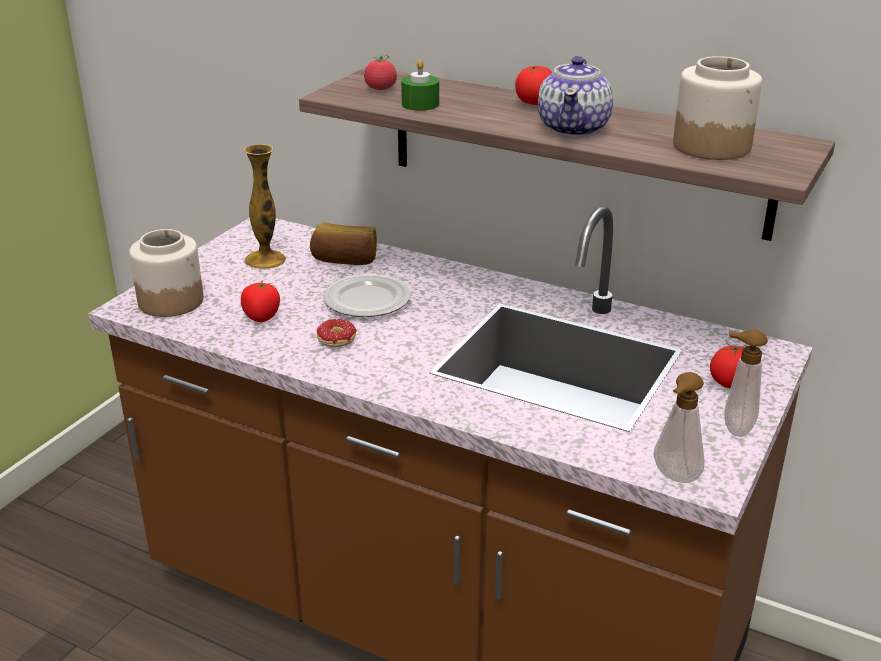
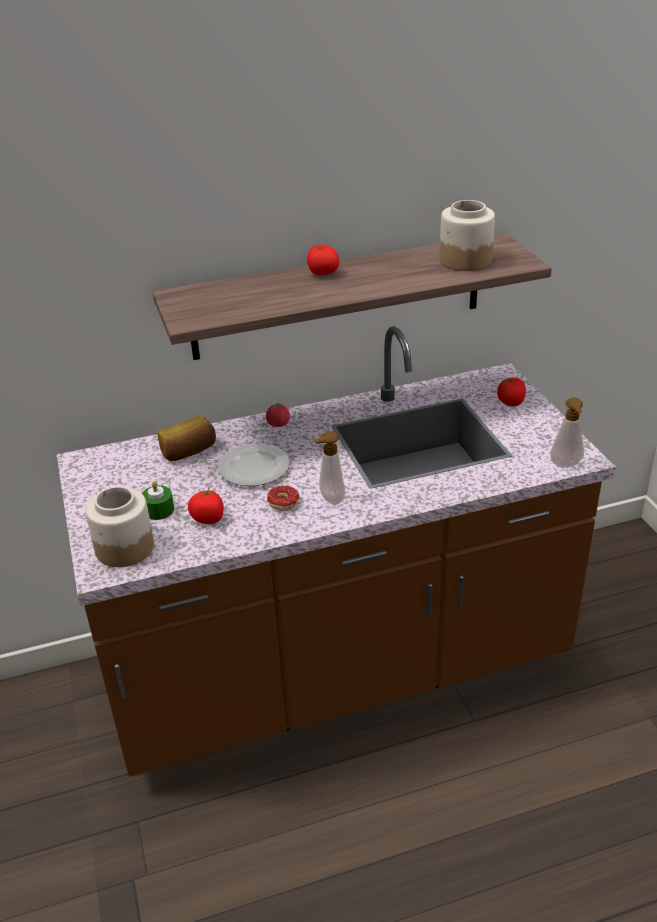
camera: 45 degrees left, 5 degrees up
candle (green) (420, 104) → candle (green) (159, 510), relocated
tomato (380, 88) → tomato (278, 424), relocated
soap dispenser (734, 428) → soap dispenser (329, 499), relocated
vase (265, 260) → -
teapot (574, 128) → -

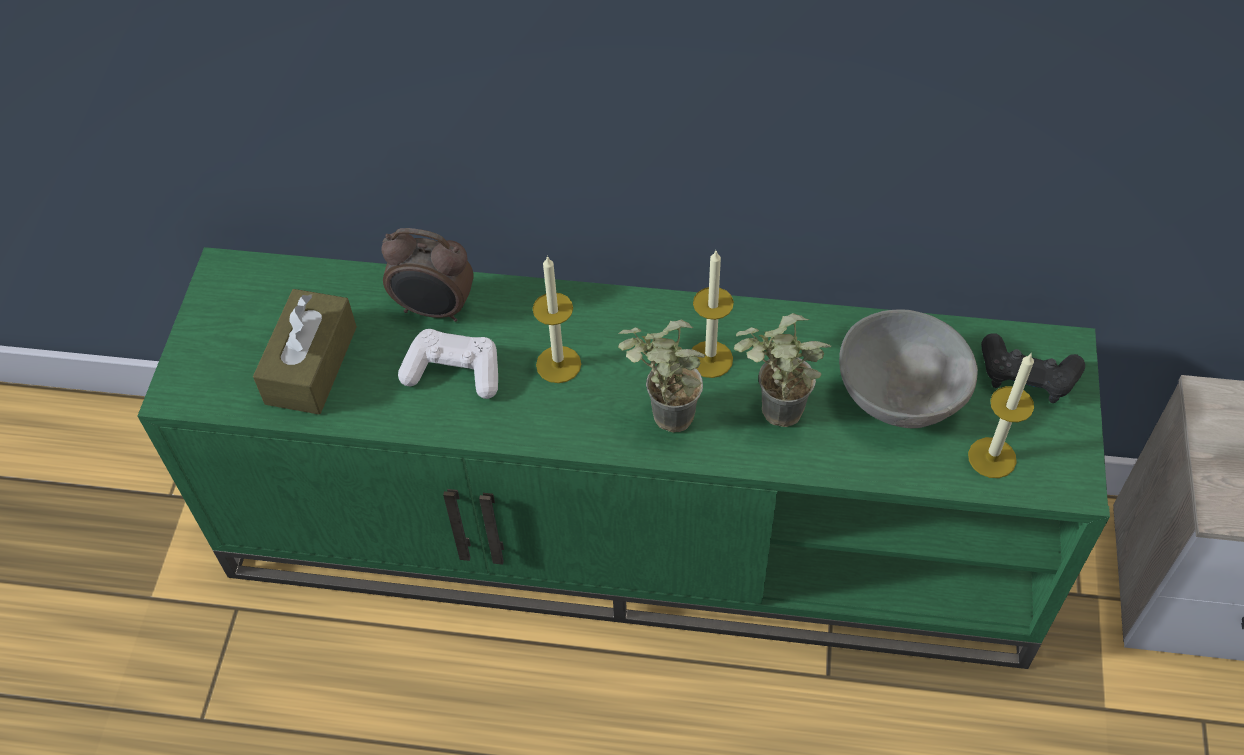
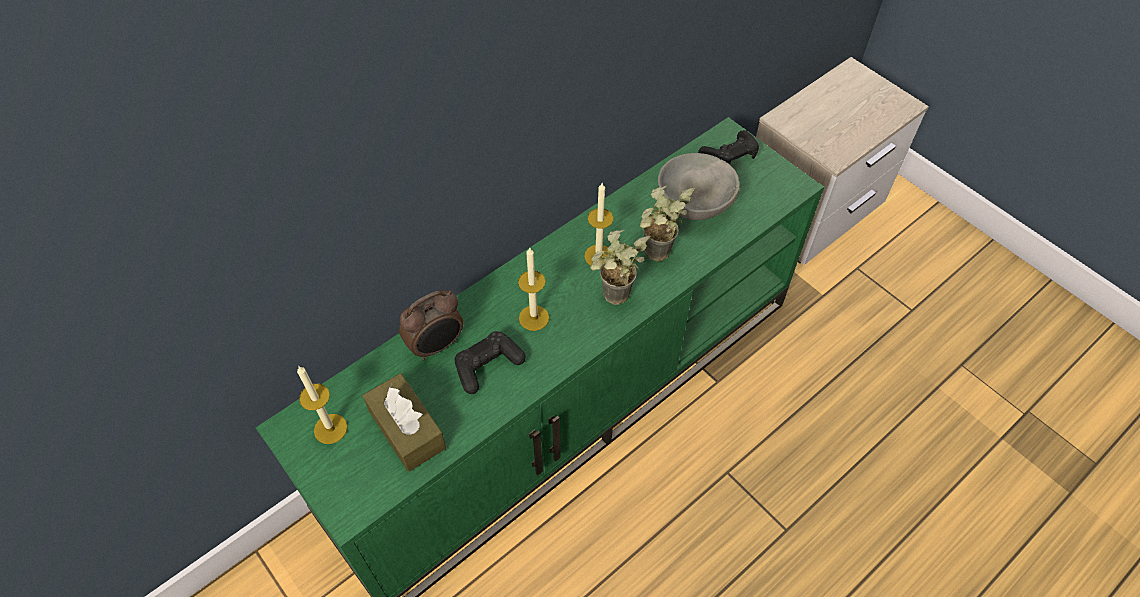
camera: 50 degrees left, 0 degrees up
candle (992, 457) → candle (330, 429), relocated
game controller (white) (454, 372) → game controller (black) (488, 366)

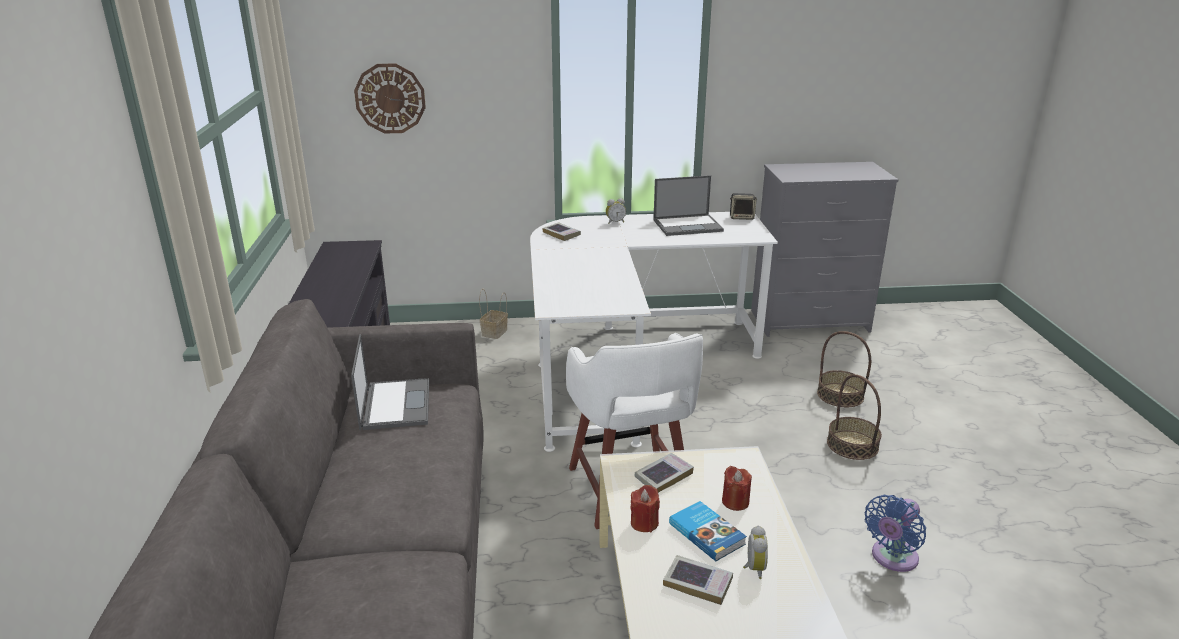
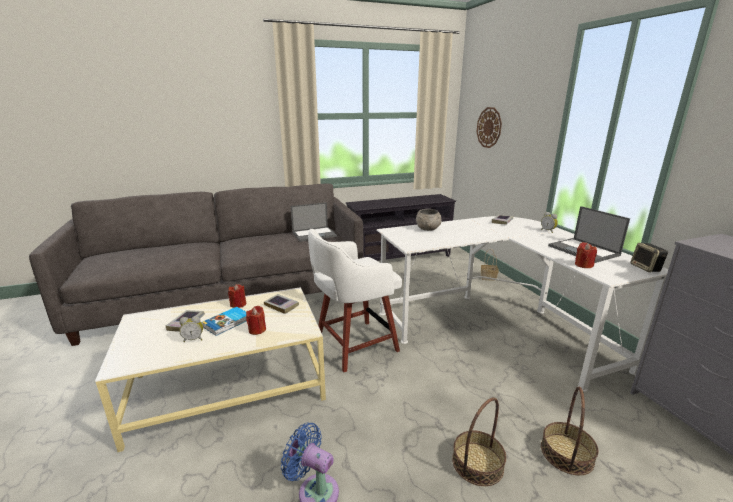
camera: 75 degrees right, 5 degrees down
- → bowl (grey) (428, 229)
- → candle (red) (583, 265)

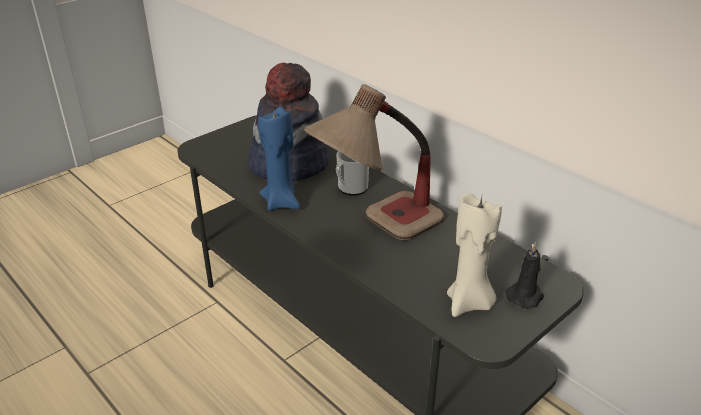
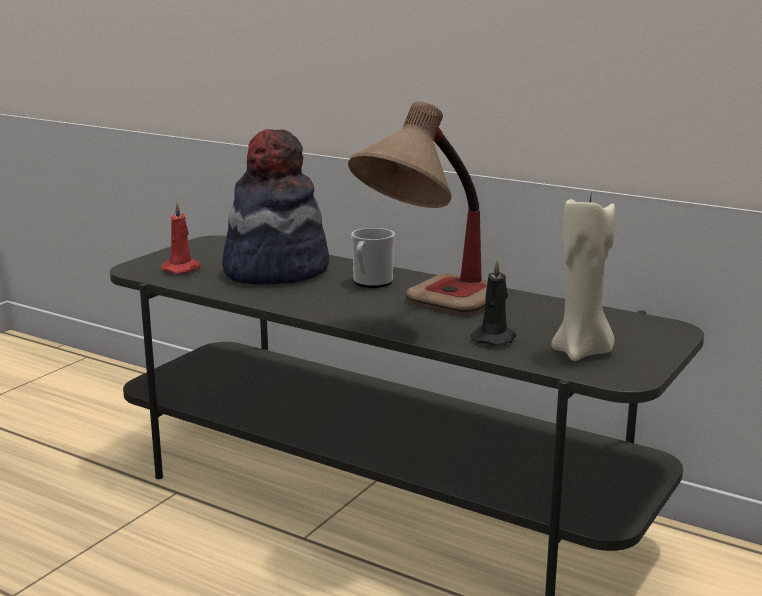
camera: 15 degrees left, 15 degrees down
- → candle (red) (183, 269)
candle (black) (525, 295) → candle (black) (494, 338), relocated
candle (blue) (281, 202) → -

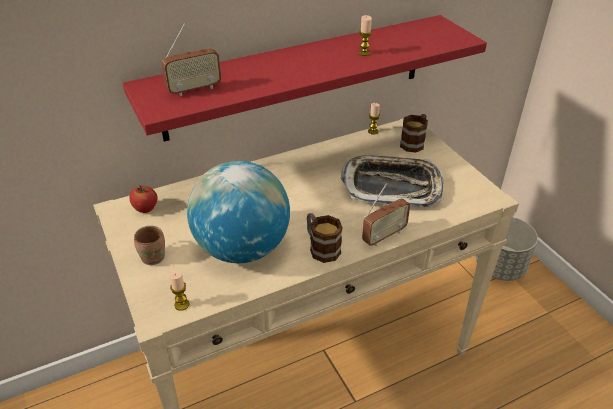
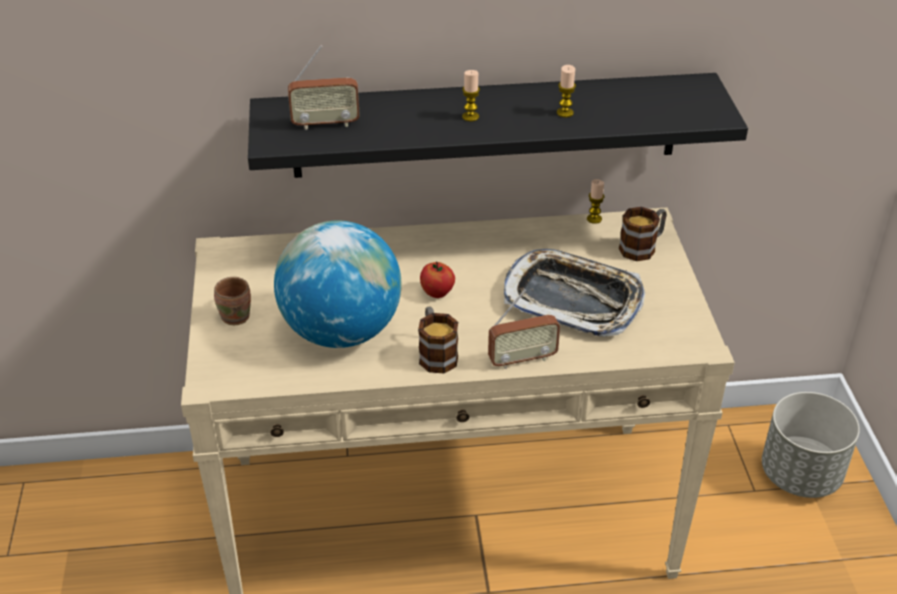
camera: 20 degrees right, 0 degrees up
shelf (red) (297, 76) → shelf (black) (486, 125)
apple (146, 209) → apple (437, 293), relocated
candle (182, 304) → candle (470, 117), relocated

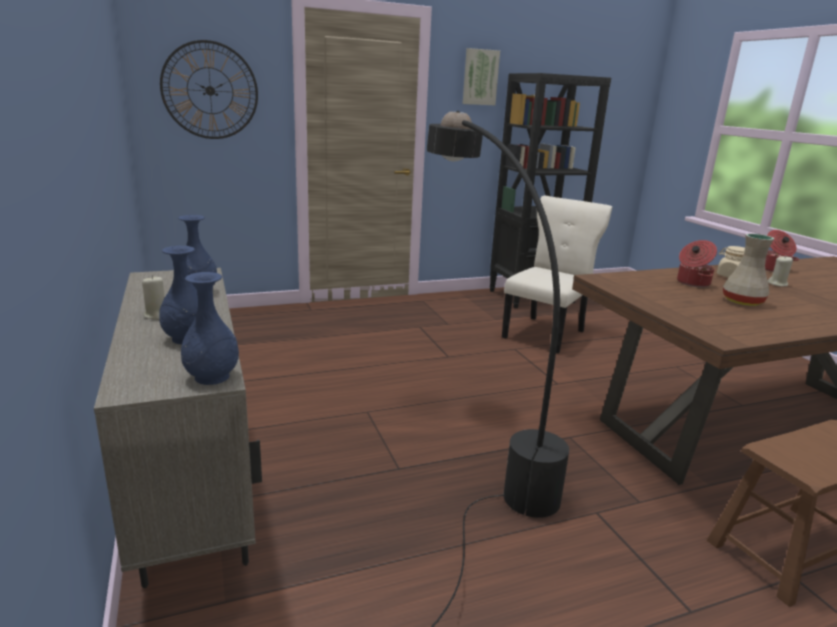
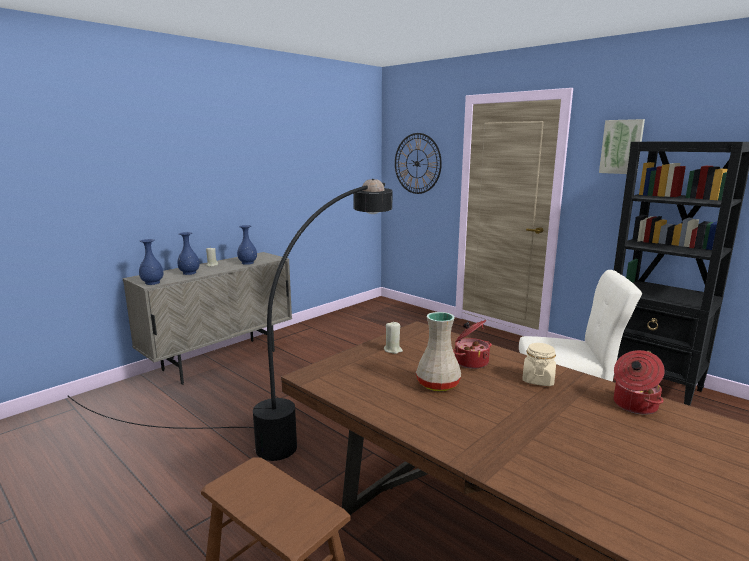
camera: 65 degrees right, 5 degrees down
candle (beige) (777, 284) → candle (beige) (393, 350), relocated

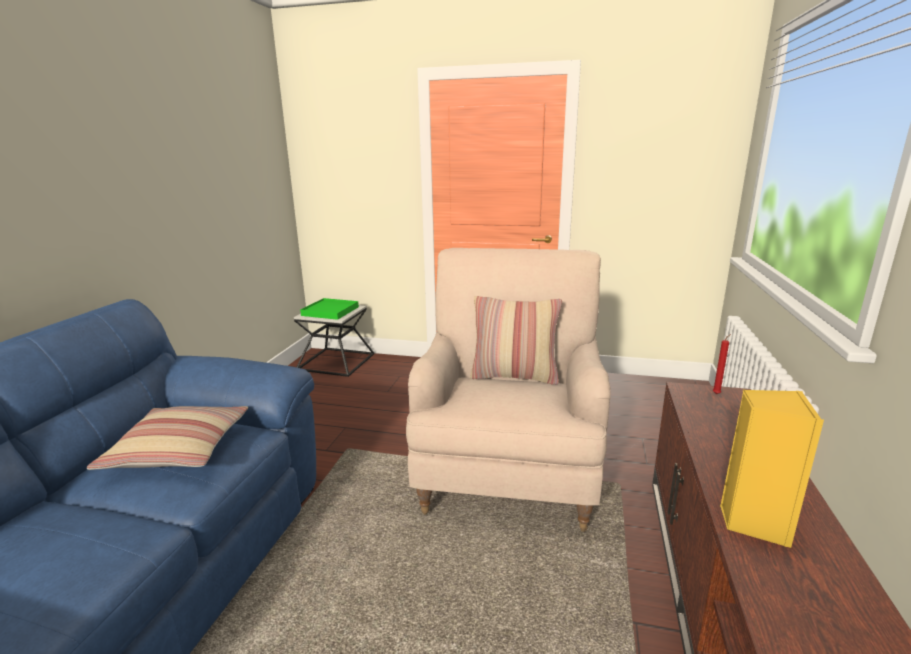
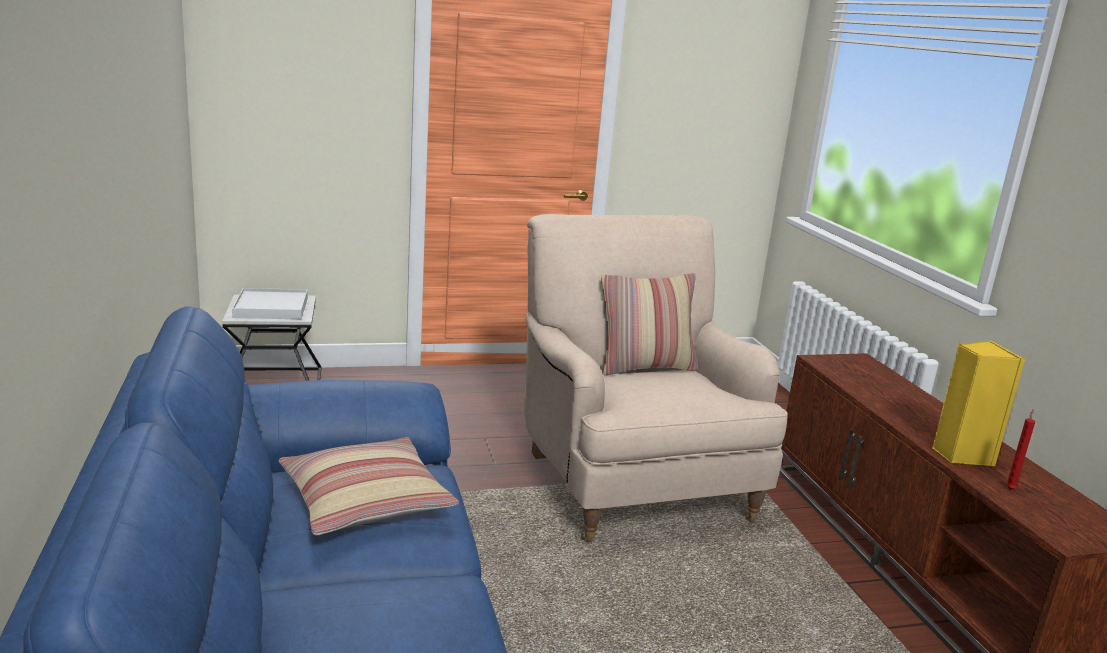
camera: 30 degrees left, 0 degrees up
tray (green) (330, 311) → tray (white) (271, 308)
candle (red) (717, 394) → candle (red) (1010, 489), relocated

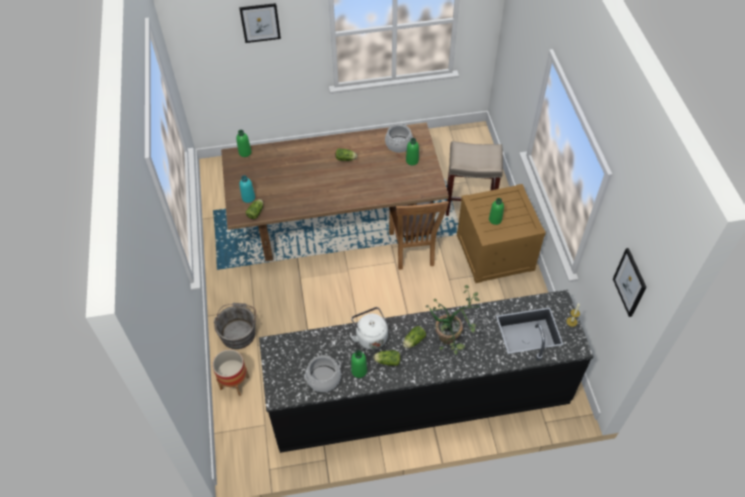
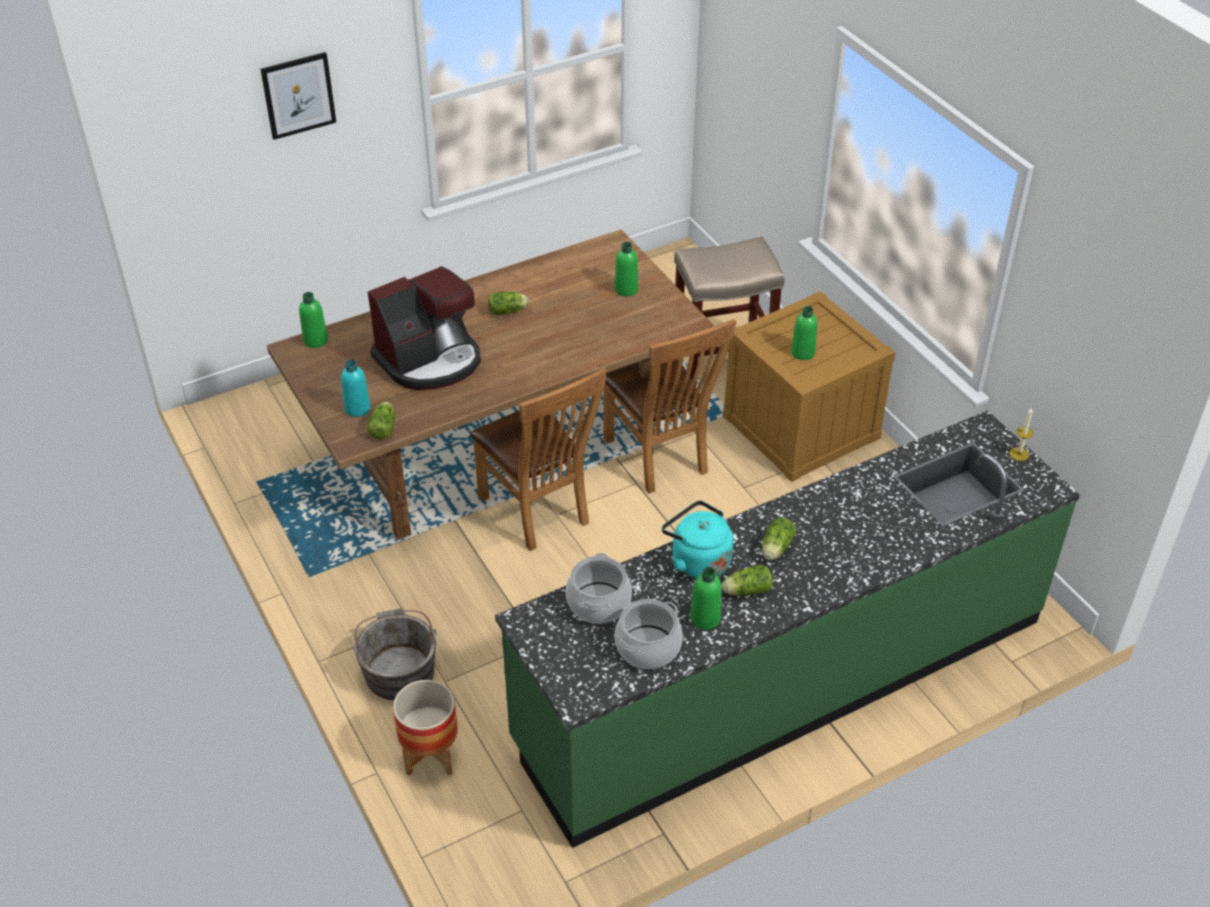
camera: 20 degrees left, 10 degrees down
- → coffee machine (430, 360)
- → chair (brown) (539, 513)
counter (black) (420, 395) → counter (green) (782, 680)
cooking pot (399, 144) → cooking pot (599, 603), relocated
kettle (white) (370, 336) → kettle (turquoise) (697, 561)
potted plant (452, 339) → -
picture (630, 282) → -

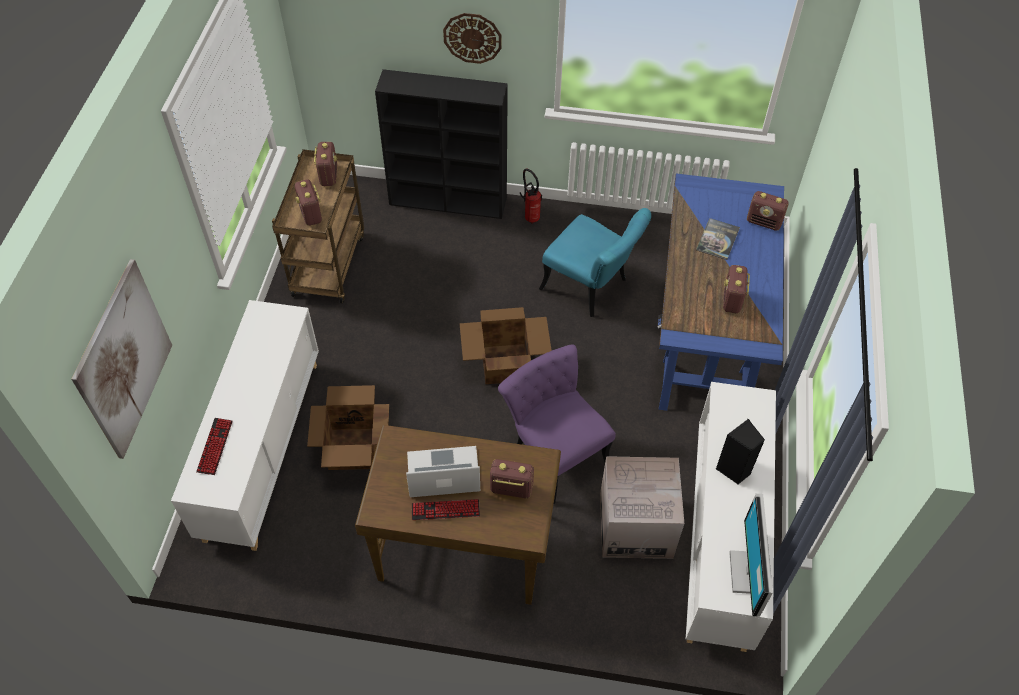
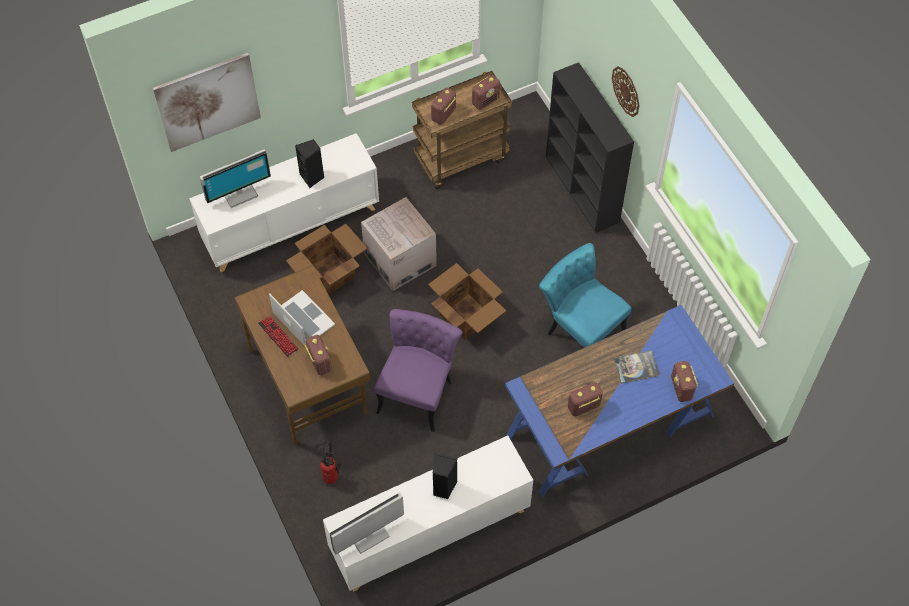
camera: 55 degrees right, 5 degrees up
keyboard (215, 446) → monitor (239, 193)
- → speaker (black) (312, 177)
fire extinguisher (531, 217) → fire extinguisher (332, 476), relocated
cardboard box (635, 525) → cardboard box (400, 260), relocated
chair (turquoise) (591, 288) → chair (turquoise) (580, 329), 135 degrees clockwise

